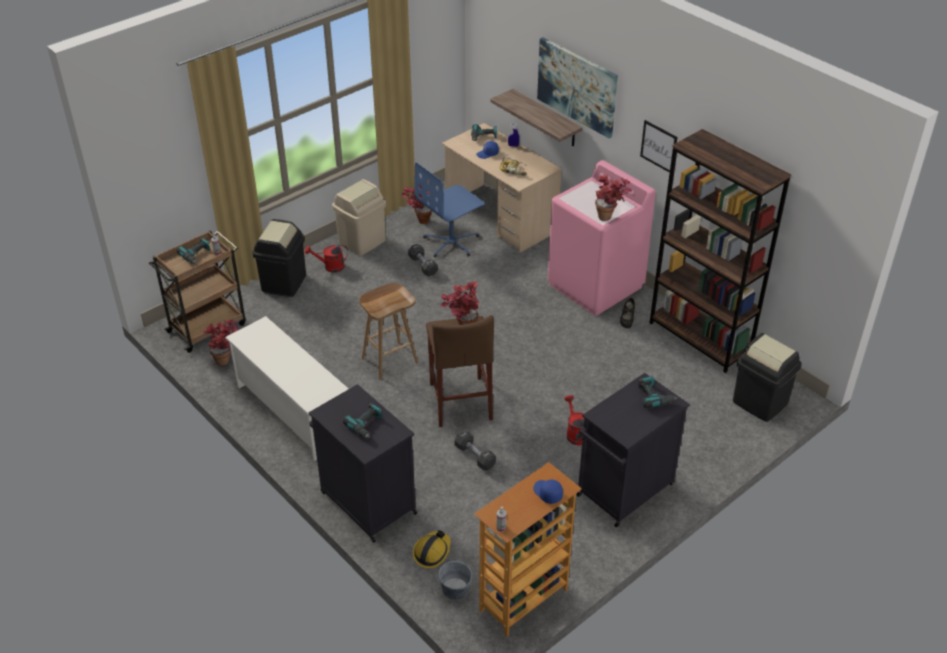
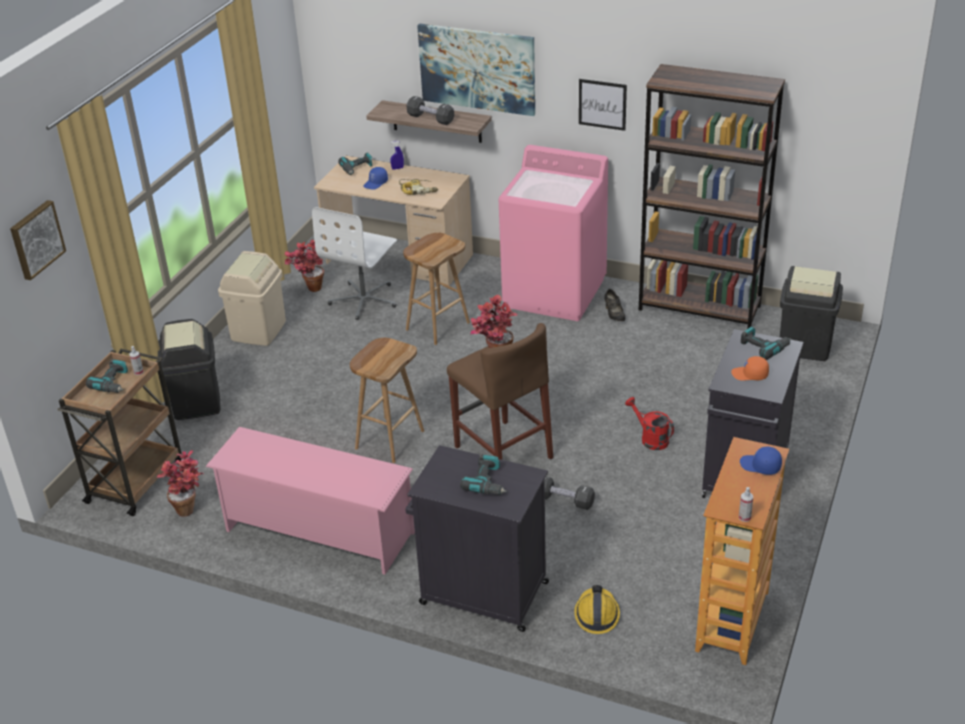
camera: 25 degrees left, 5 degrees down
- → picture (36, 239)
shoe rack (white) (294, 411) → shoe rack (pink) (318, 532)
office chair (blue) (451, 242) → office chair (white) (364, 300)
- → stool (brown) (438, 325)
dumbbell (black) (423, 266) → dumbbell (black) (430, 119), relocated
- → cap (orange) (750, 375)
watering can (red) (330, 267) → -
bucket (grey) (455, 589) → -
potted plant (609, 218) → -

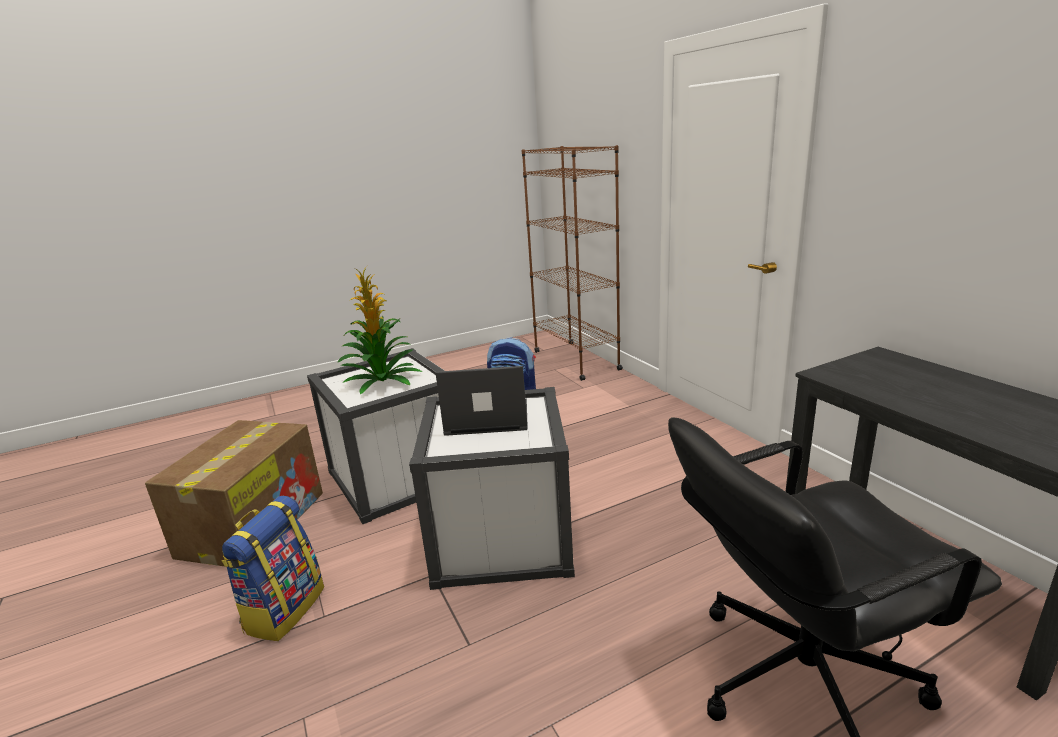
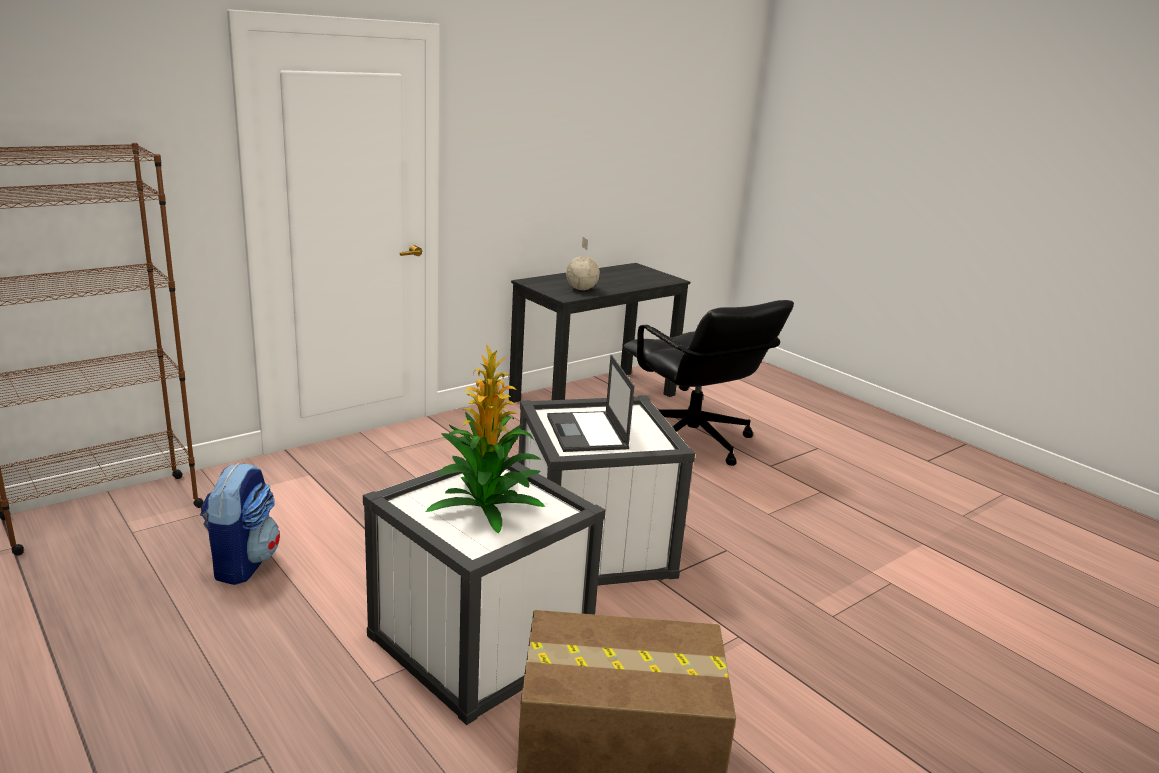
camera: 105 degrees left, 0 degrees up
- → globe (581, 289)
backpack (284, 609) → -

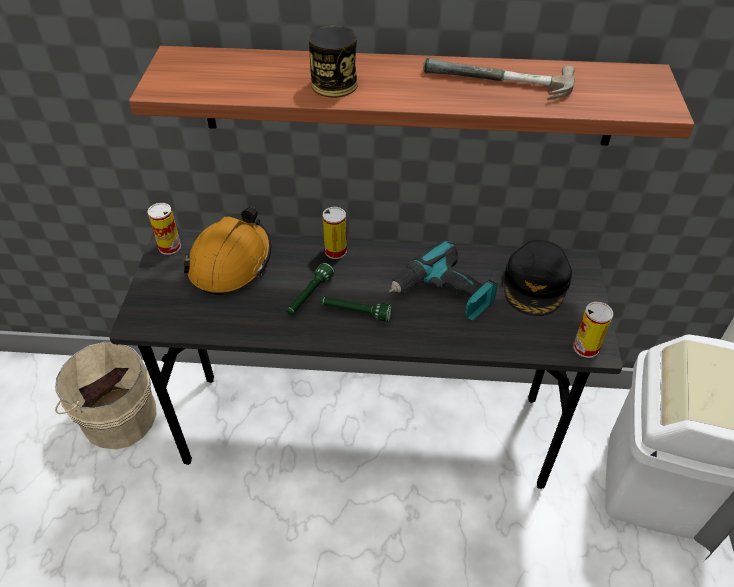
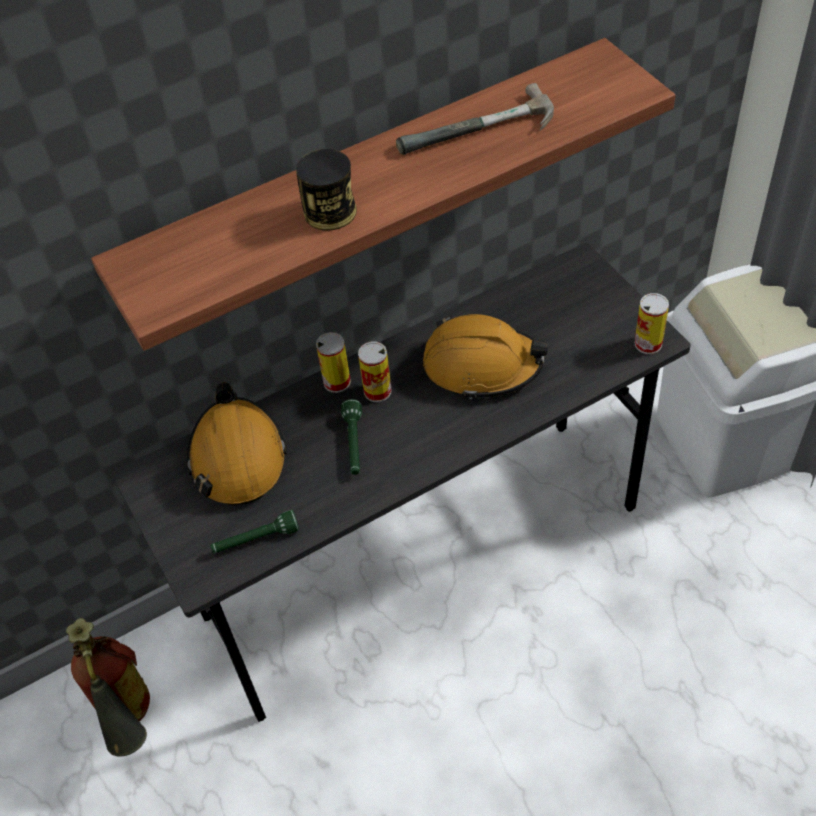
camera: 30 degrees left, 5 degrees up
bucket (beige) (117, 417) → fire extinguisher (132, 726)
flashlight (green) (355, 312) → flashlight (green) (255, 540), relocated
can (169, 247) → can (377, 391), relocated
power drill (443, 294) → hard hat (orange) (482, 365)
cap (black) (536, 284) → -

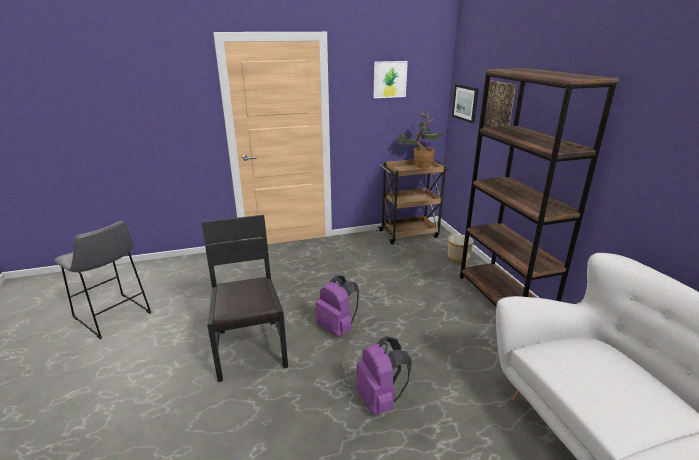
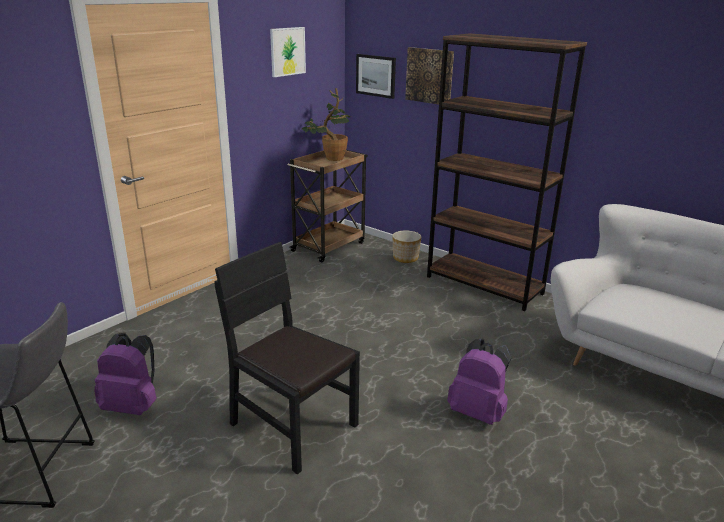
camera: 35 degrees left, 0 degrees up
backpack (purple) (337, 328) → backpack (purple) (133, 406), relocated

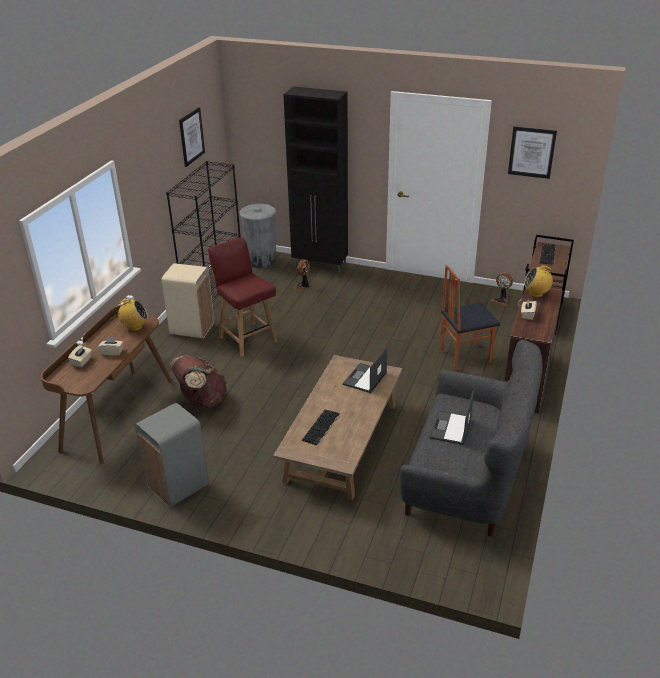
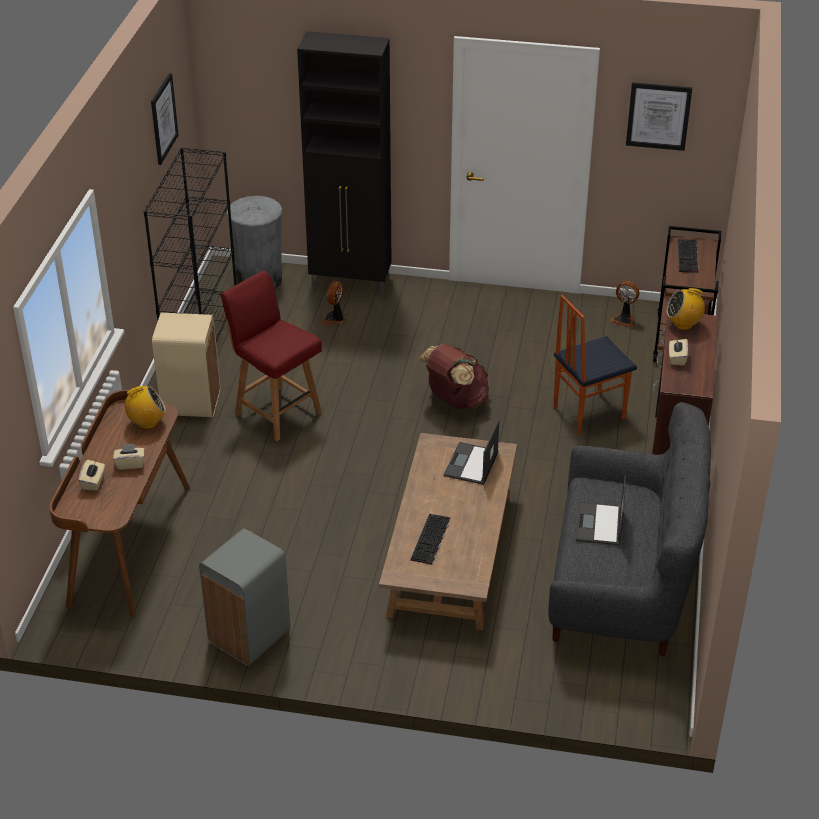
camera: 10 degrees left, 5 degrees up
backpack (brown) (201, 400) → backpack (brown) (455, 401), relocated

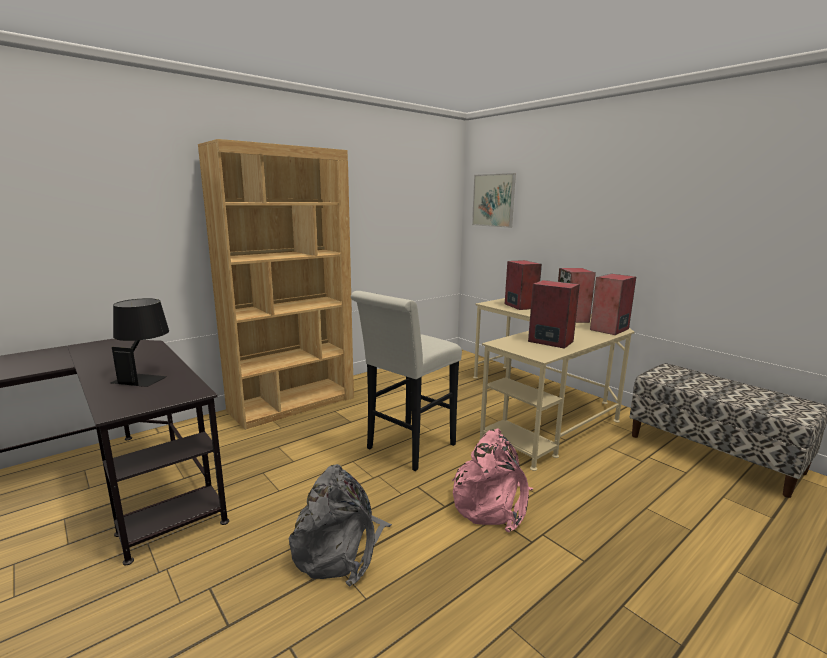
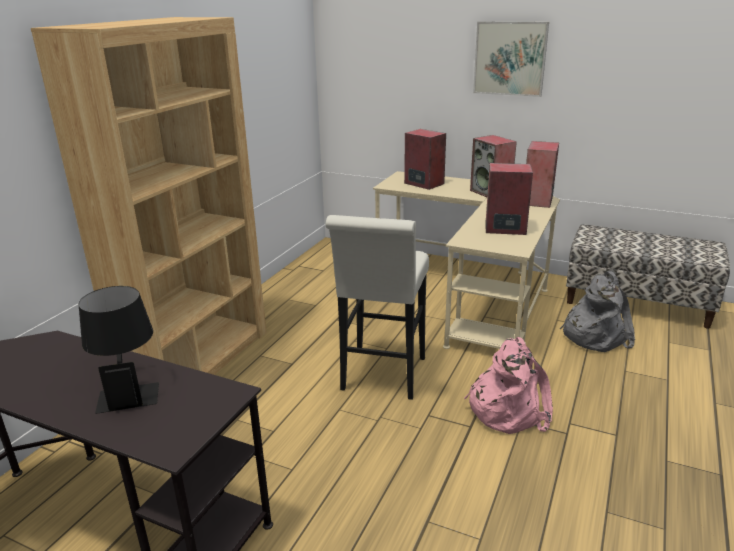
camera: 25 degrees left, 10 degrees up
picture (493, 200) → picture (510, 58), relocated
backpack (grey) (340, 548) → backpack (grey) (593, 335), relocated

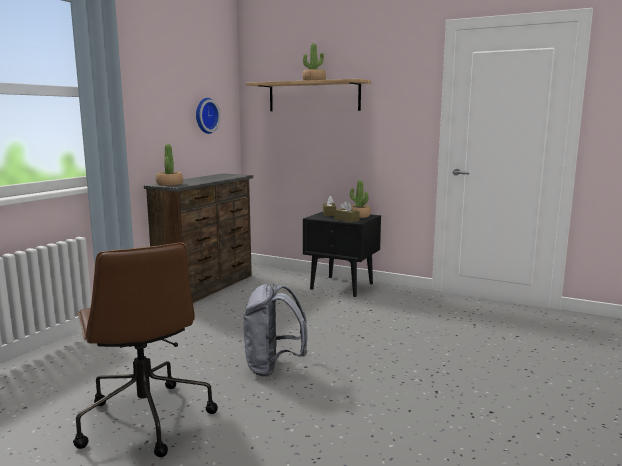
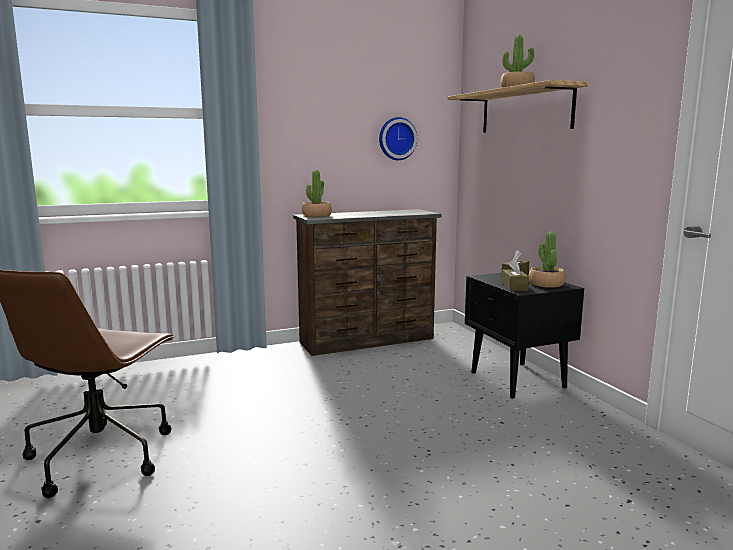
camera: 40 degrees right, 0 degrees up
backpack (grey) (273, 367) → -

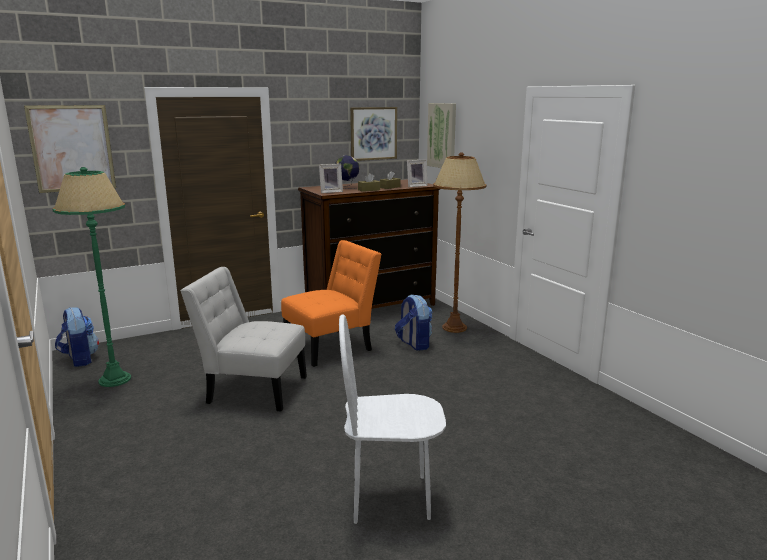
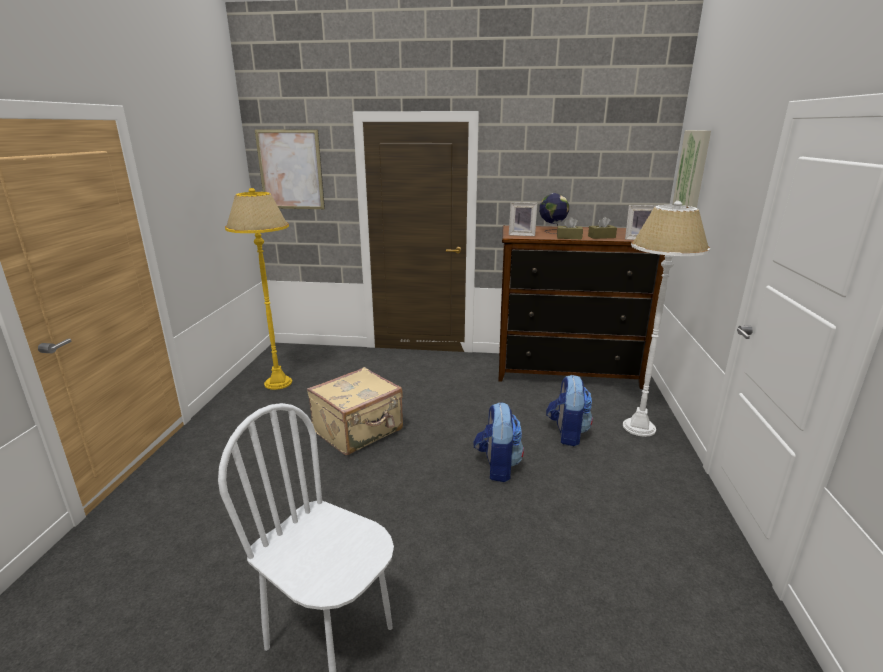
camera: 35 degrees right, 5 degrees up
floor lamp (green) (115, 379) → floor lamp (yellow) (278, 383)
chair (white) (252, 389) → suitcase (beige) (359, 431)
backpack (79, 359) → backpack (497, 466), relocated
floor lamp (brown) (454, 328) → floor lamp (white) (638, 427)
chair (orange) (332, 346) → -
picture (373, 133) → -

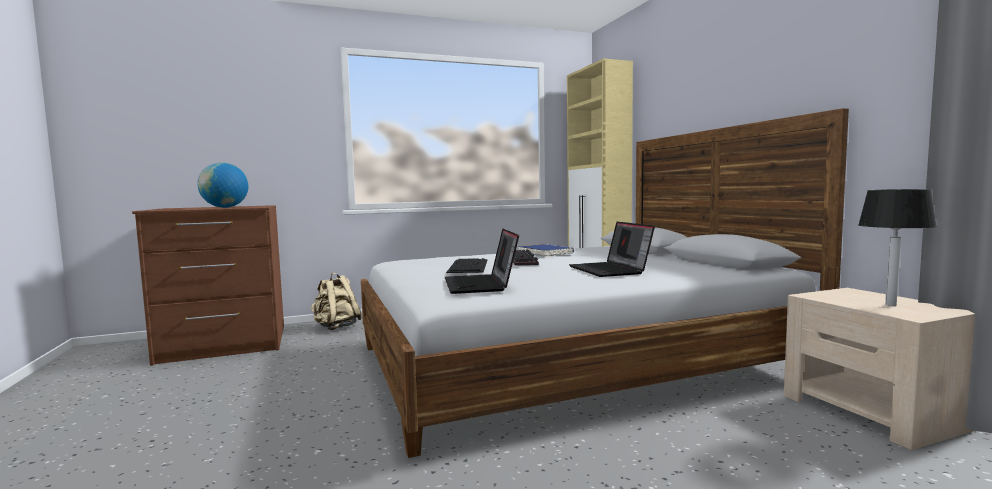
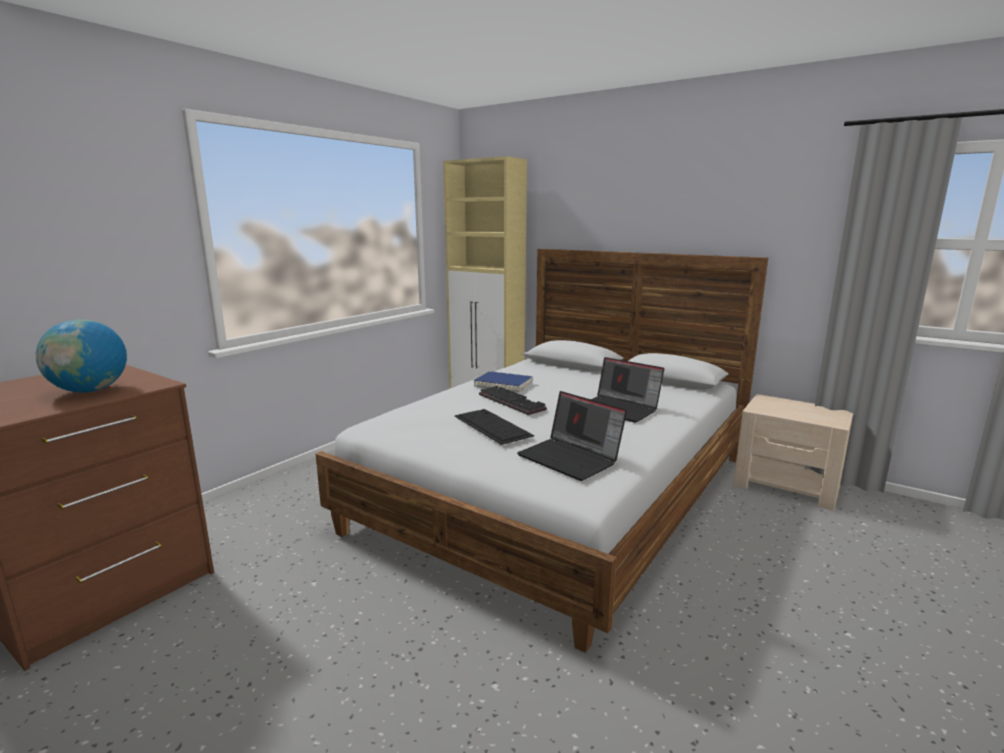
camera: 35 degrees left, 10 degrees up
backpack (beige) (336, 327) → -
table lamp (891, 305) → -

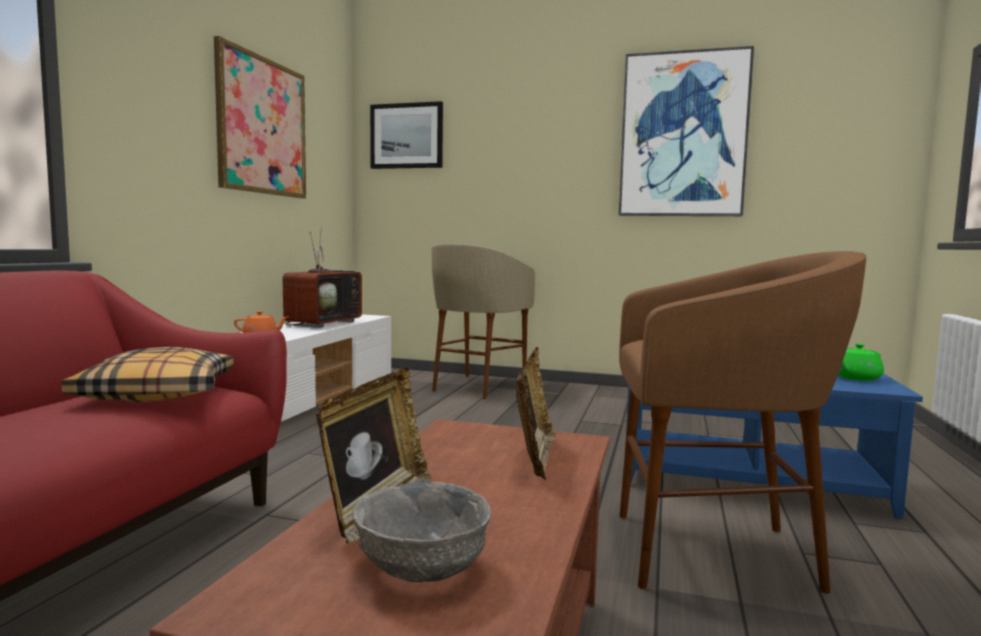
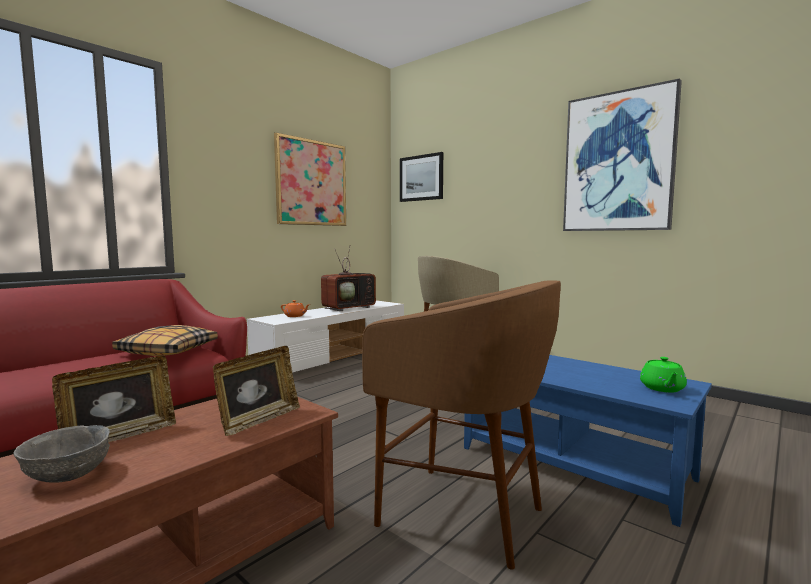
camera: 25 degrees right, 0 degrees up
teapot (green) (855, 378) → teapot (green) (662, 388), 75 degrees counterclockwise

